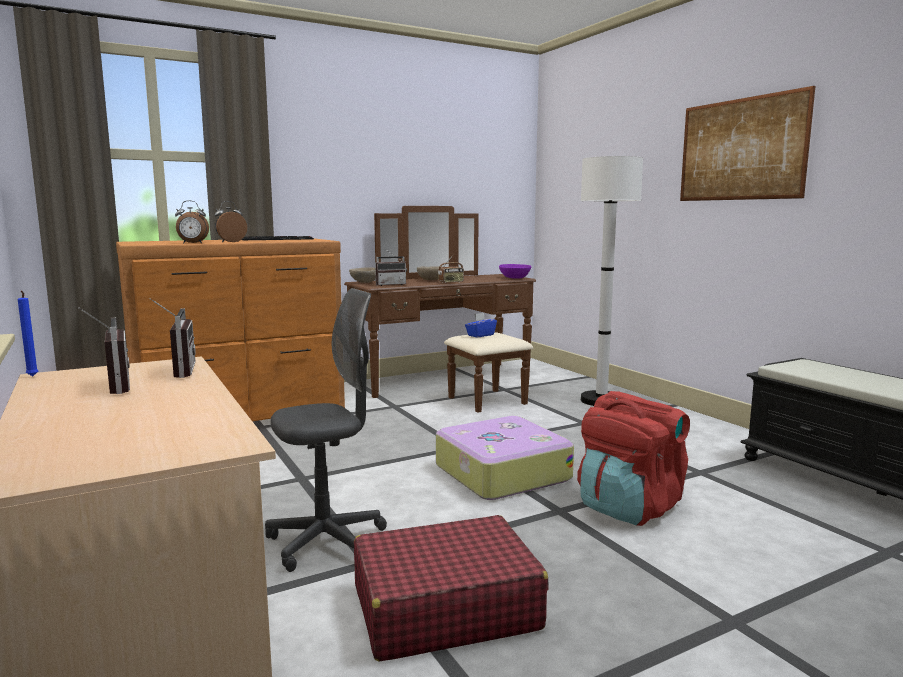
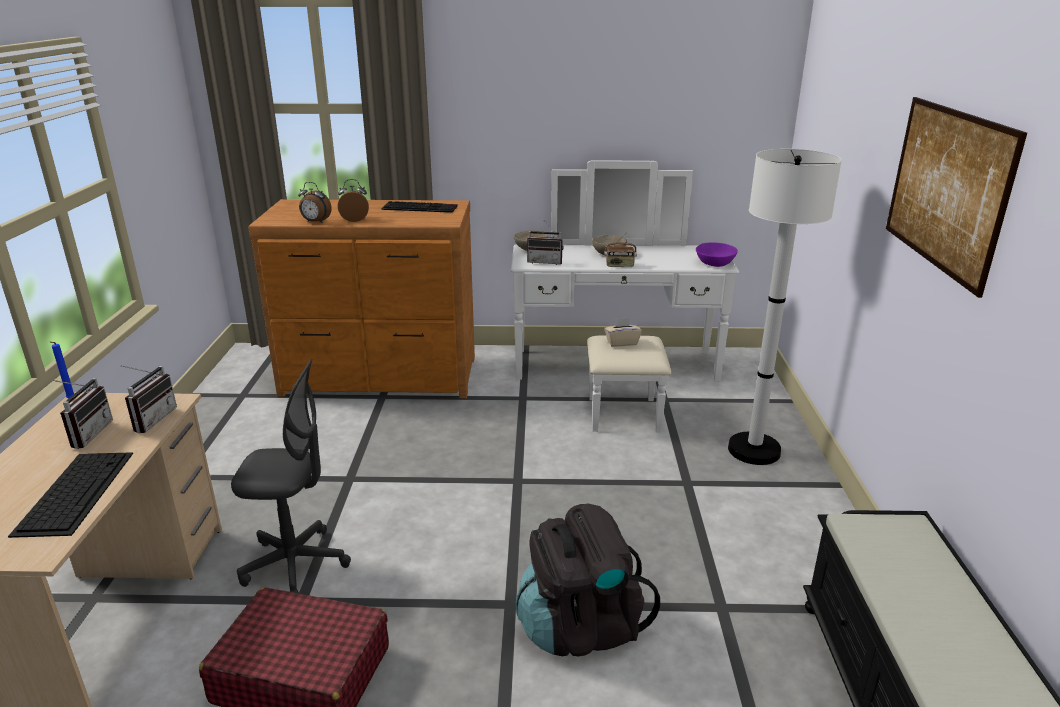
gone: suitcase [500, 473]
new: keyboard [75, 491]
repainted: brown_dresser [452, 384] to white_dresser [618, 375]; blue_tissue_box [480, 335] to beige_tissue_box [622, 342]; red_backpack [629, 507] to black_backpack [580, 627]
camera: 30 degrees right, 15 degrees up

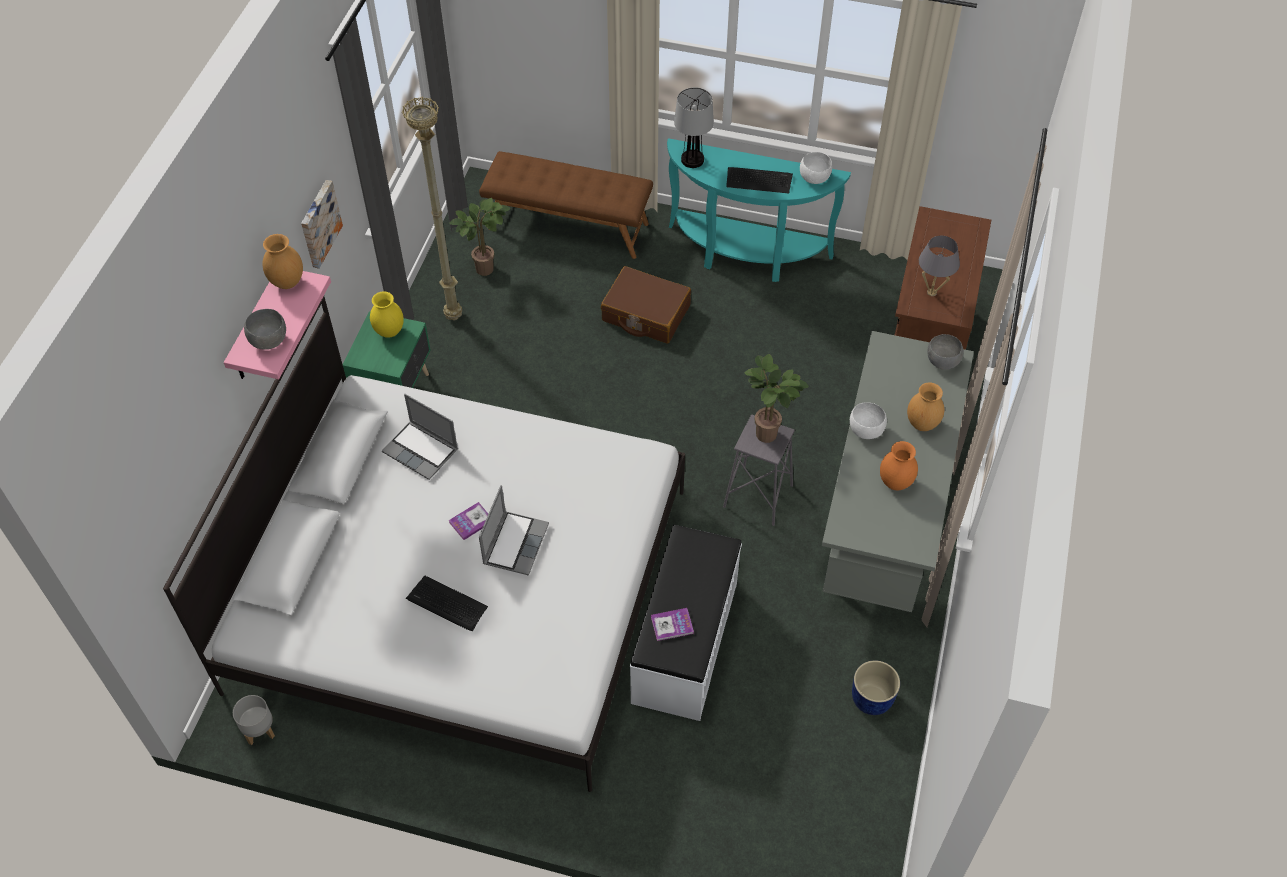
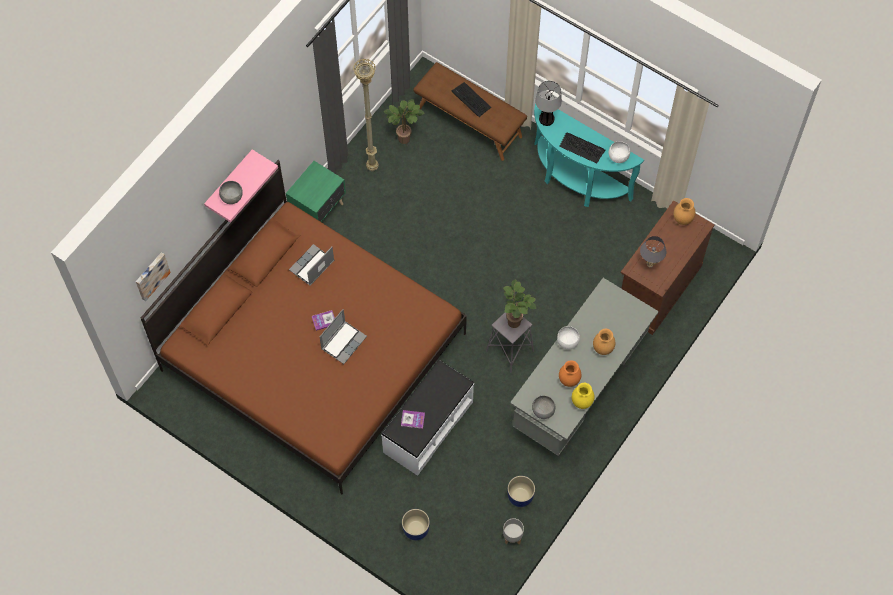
gone: brown_suitcase [645, 314]
new: blue_planter [415, 529]
shifted: grey_planter [259, 730] to [512, 536]; brown_vase [287, 282] to [682, 219]; picture [318, 223] to [151, 275]; yellow_vase [389, 331] to [581, 402]; keyboard [447, 604] to [471, 100]; grey_bowl [941, 362] to [542, 411]
repainted: white_bed [461, 588] to brown_bed [314, 351]
rotated: laptop [422, 451] = [312, 266] 75 degrees clockwise
camera: 20 degrees right, 10 degrees up

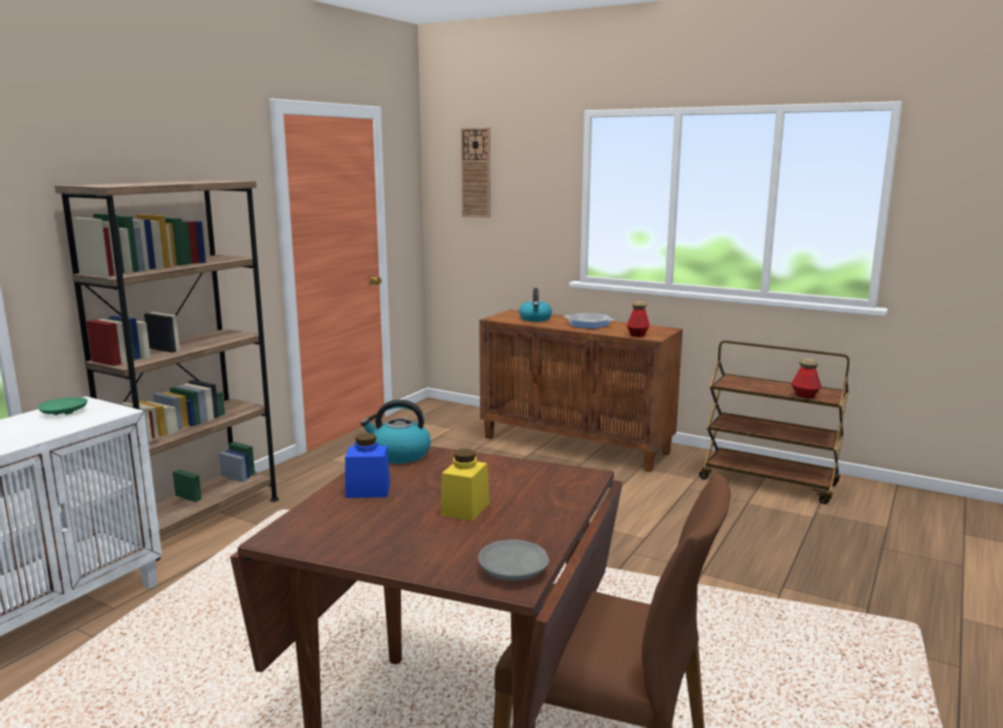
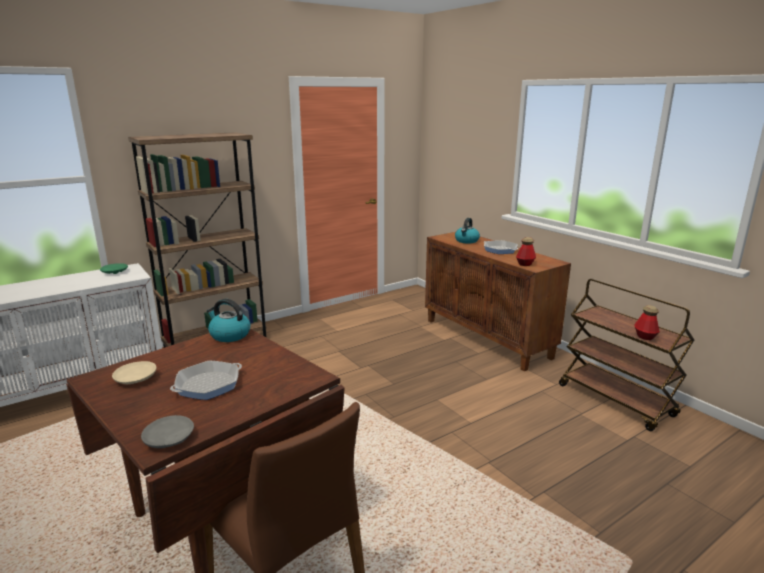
gone: blue_jar [368, 490]; wall_clock [476, 173]
new: beige_plate [135, 379]
swapped: yellow_jar [465, 509] to frying_pan [208, 385]
camera: 25 degrees right, 5 degrees up

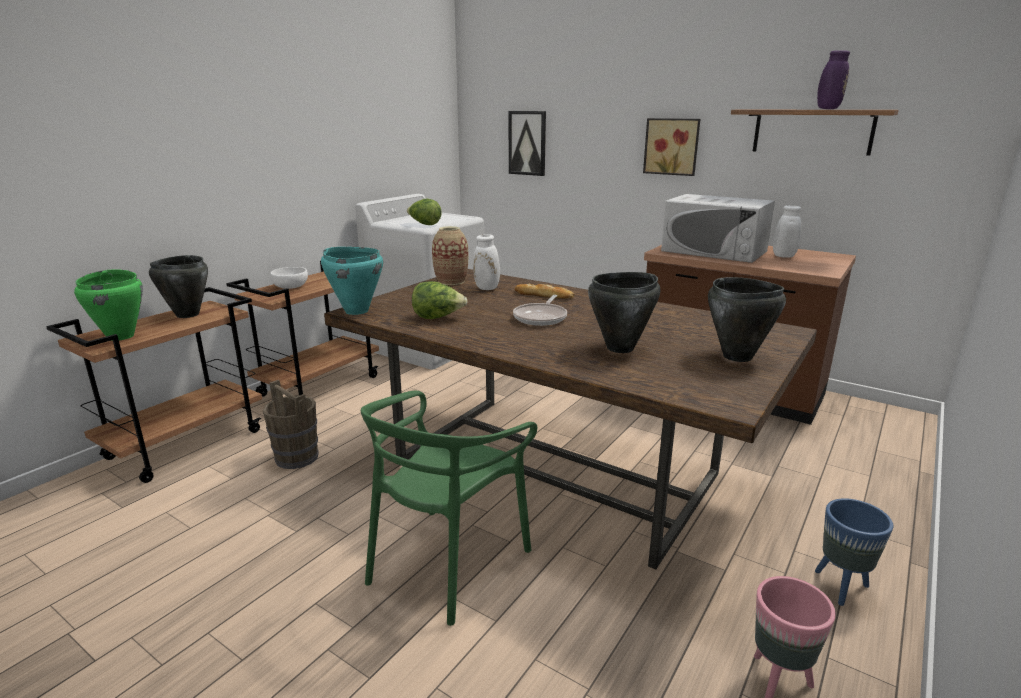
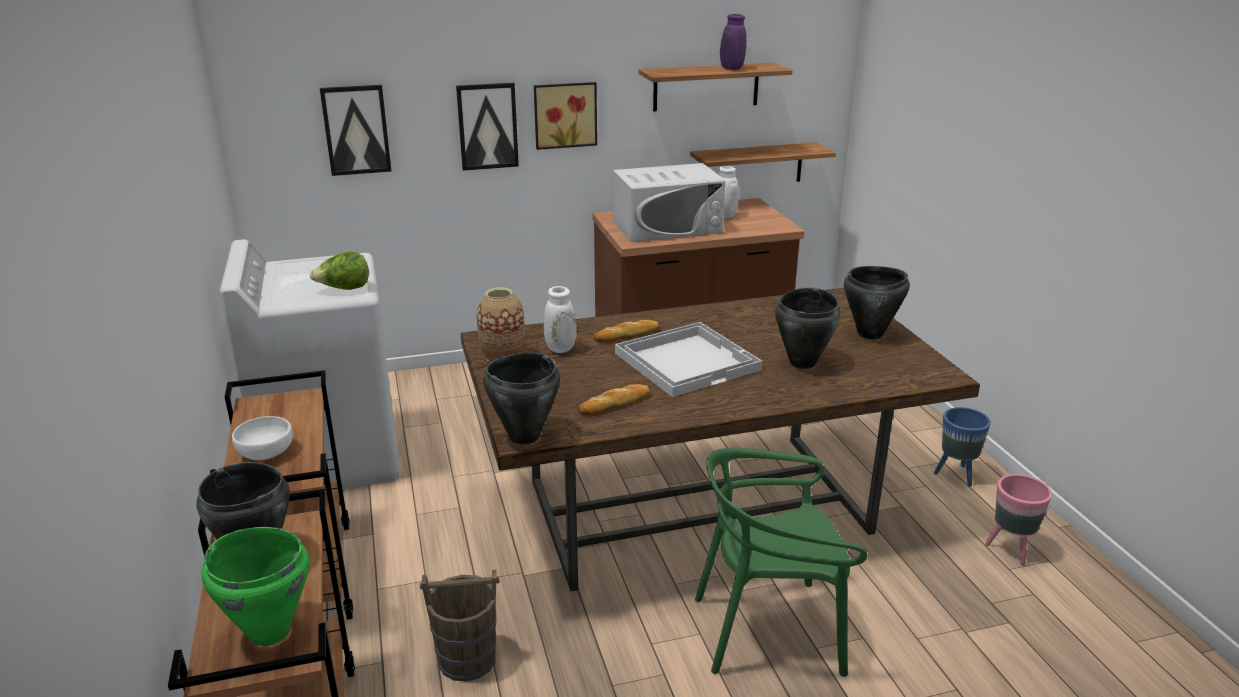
new: picture [487, 126]; shelf [753, 166]
swapped: lettuce [438, 318] to bread [615, 404]; frying_pan [541, 317] to white_tray [687, 361]
repainted: turquoise_cooking_pot [356, 311] to black_cooking_pot [523, 436]
rotated: green_chair [447, 562] = [769, 630] 105 degrees clockwise
camera: 50 degrees left, 5 degrees up

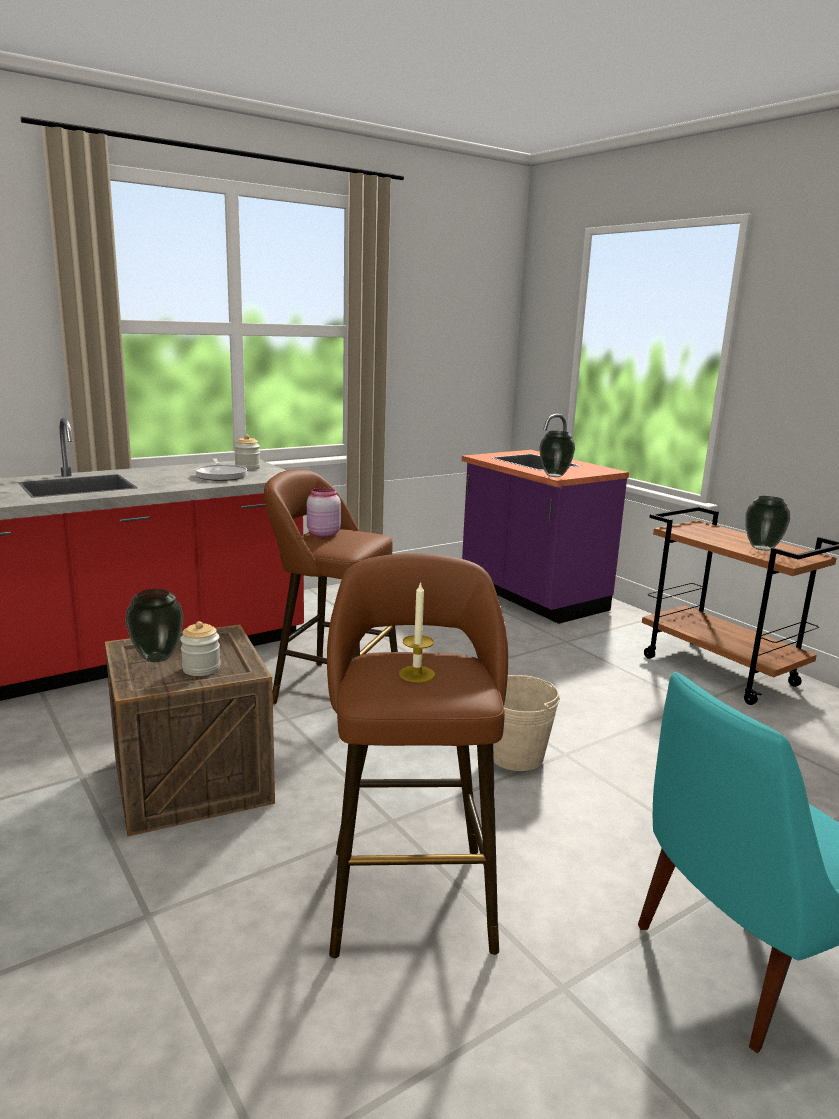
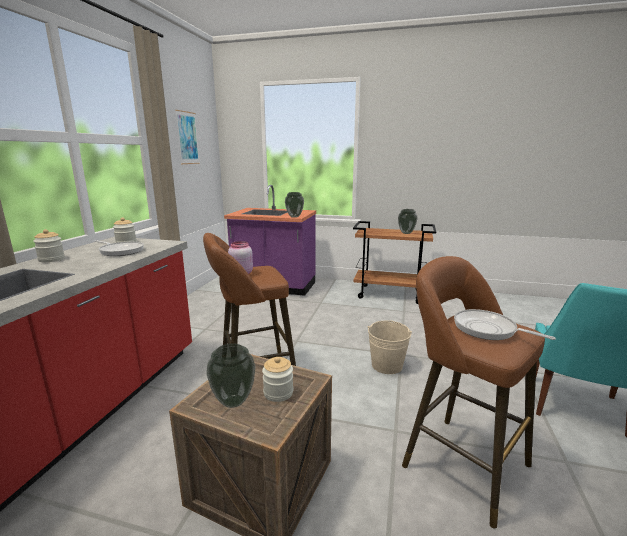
new: jar [51, 259]; picture [187, 138]
swapped: candle [416, 674] to frying_pan [488, 329]
camera: 40 degrees left, 0 degrees up

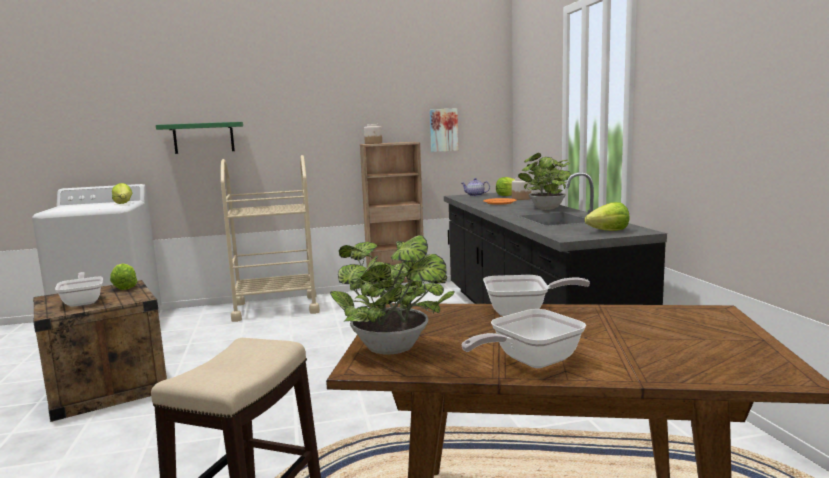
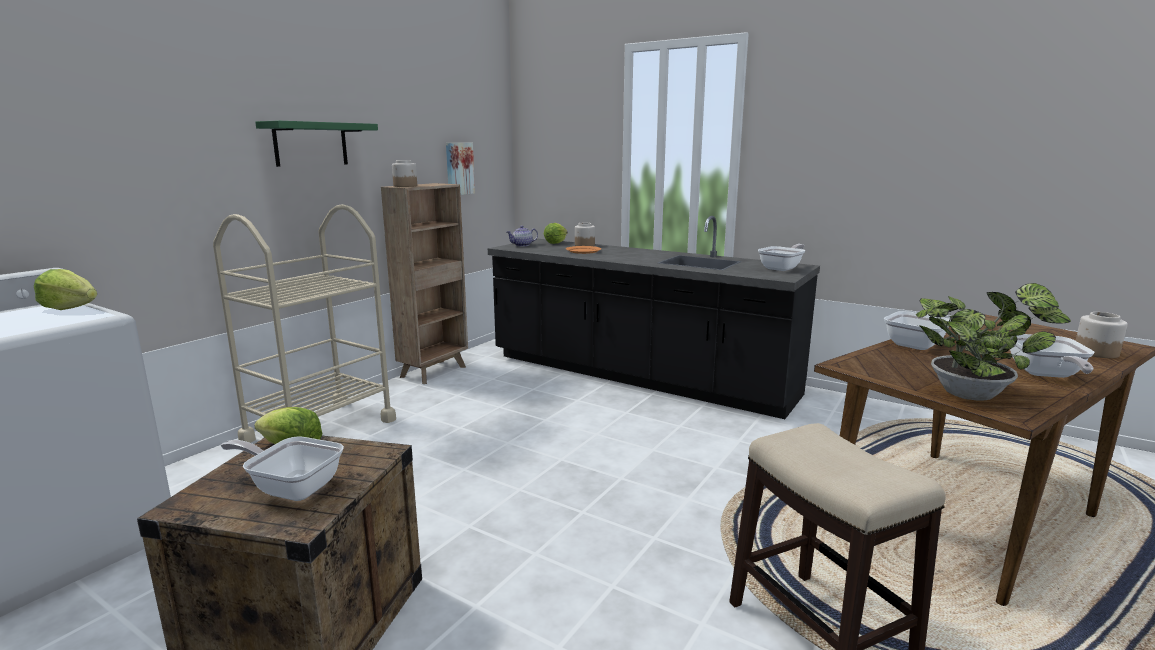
gone: potted_plant [545, 209]
new: jar [1095, 352]
shifted: green_shelf [203, 138] to [311, 144]
swapped: lettuce [609, 231] to frying_pan [782, 268]
camera: 45 degrees left, 5 degrees up

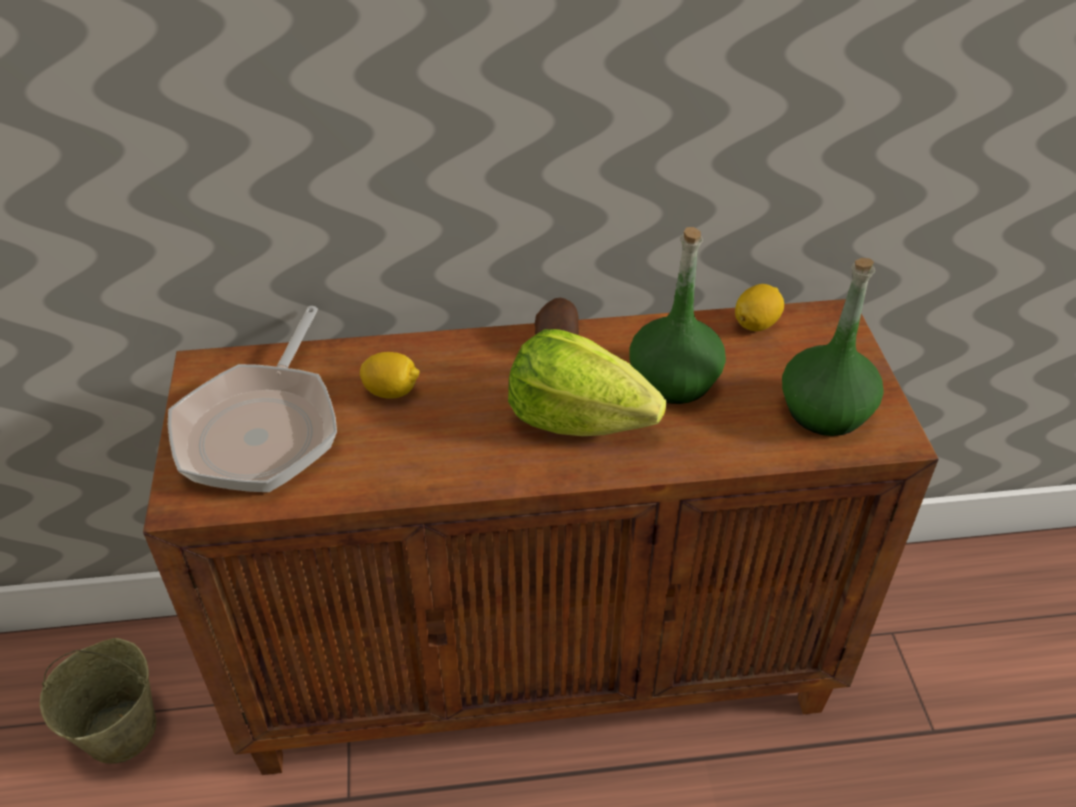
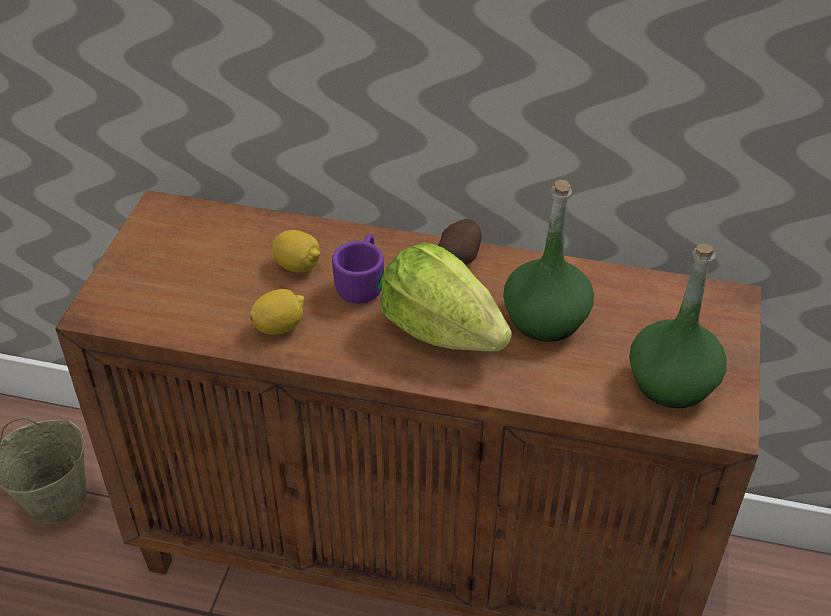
gone: frying_pan [263, 428]
new: purple_mug [362, 281]
shifted: lemon [756, 323] to [279, 326]
camera: 20 degrees right, 0 degrees up

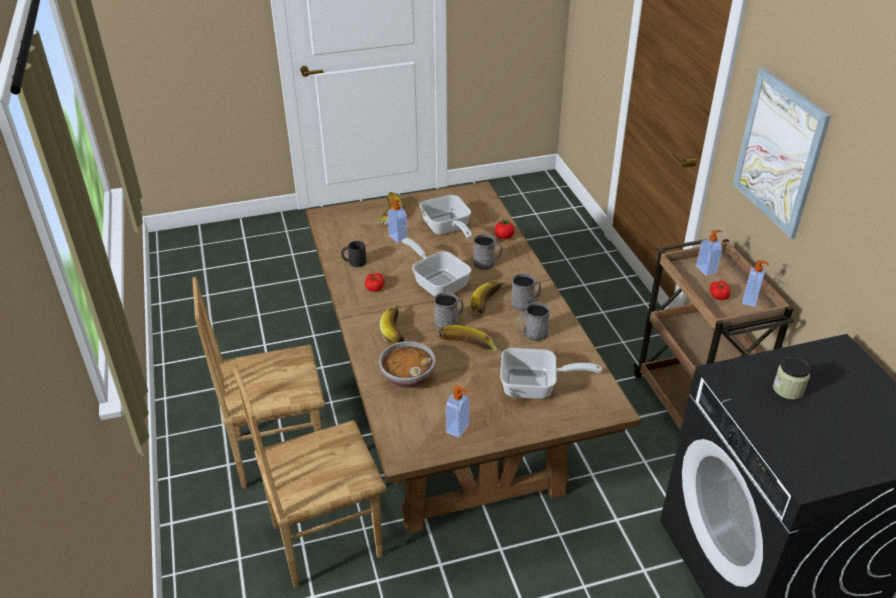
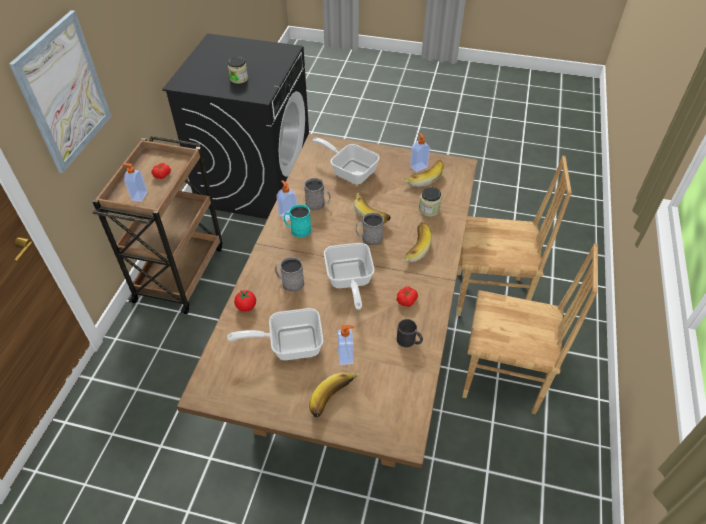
shifted: banana [490, 304] to [422, 177]; soap_dispenser [750, 300] to [288, 214]
swapped: bowl [407, 377] to jar [429, 209]
repainted: grey_mug [525, 303] to turquoise_mug [298, 230]
rotated: frying_pan [447, 229] = [289, 344] 105 degrees counterclockwise
camera: 150 degrees left, 10 degrees up

